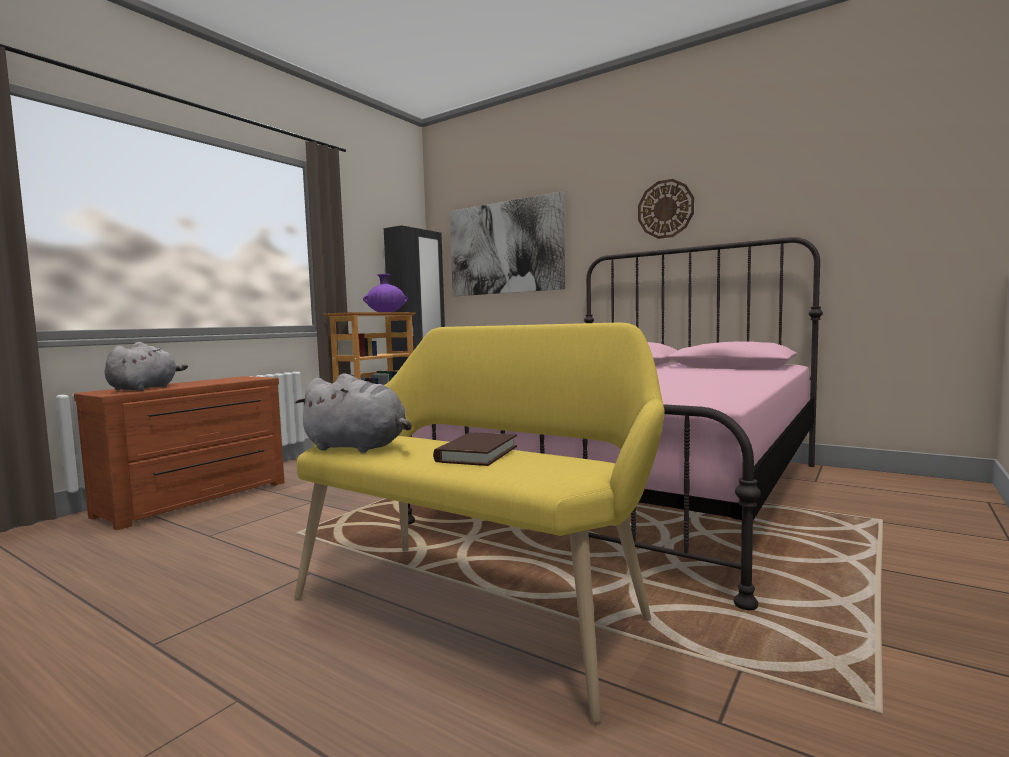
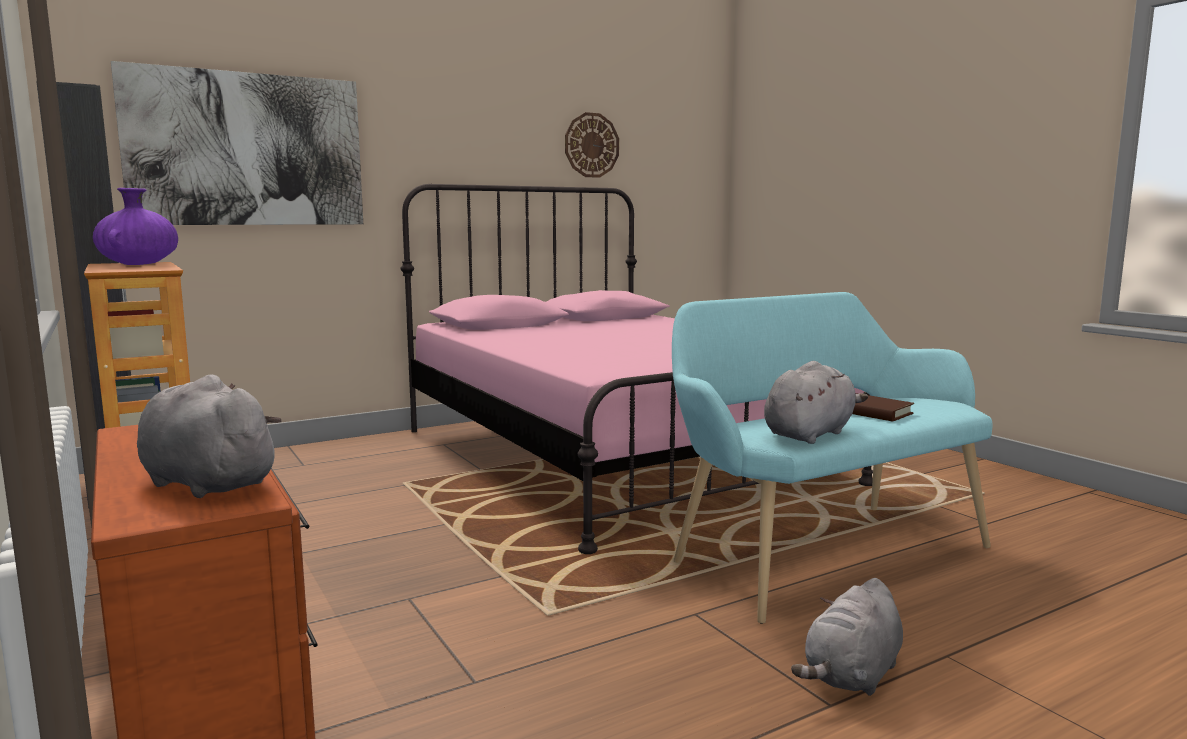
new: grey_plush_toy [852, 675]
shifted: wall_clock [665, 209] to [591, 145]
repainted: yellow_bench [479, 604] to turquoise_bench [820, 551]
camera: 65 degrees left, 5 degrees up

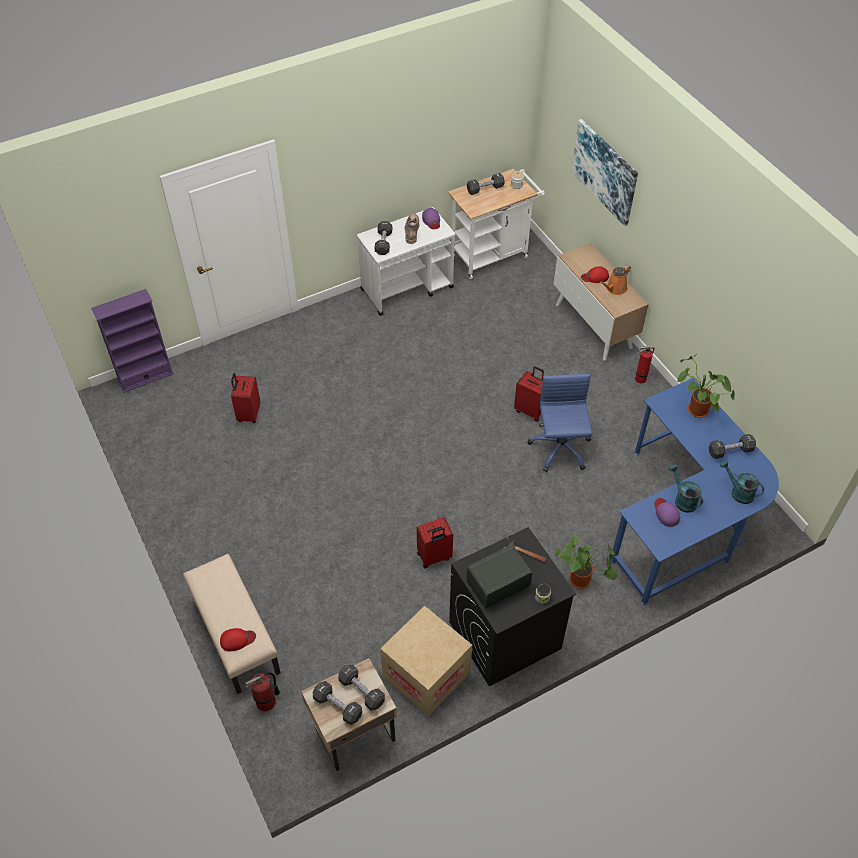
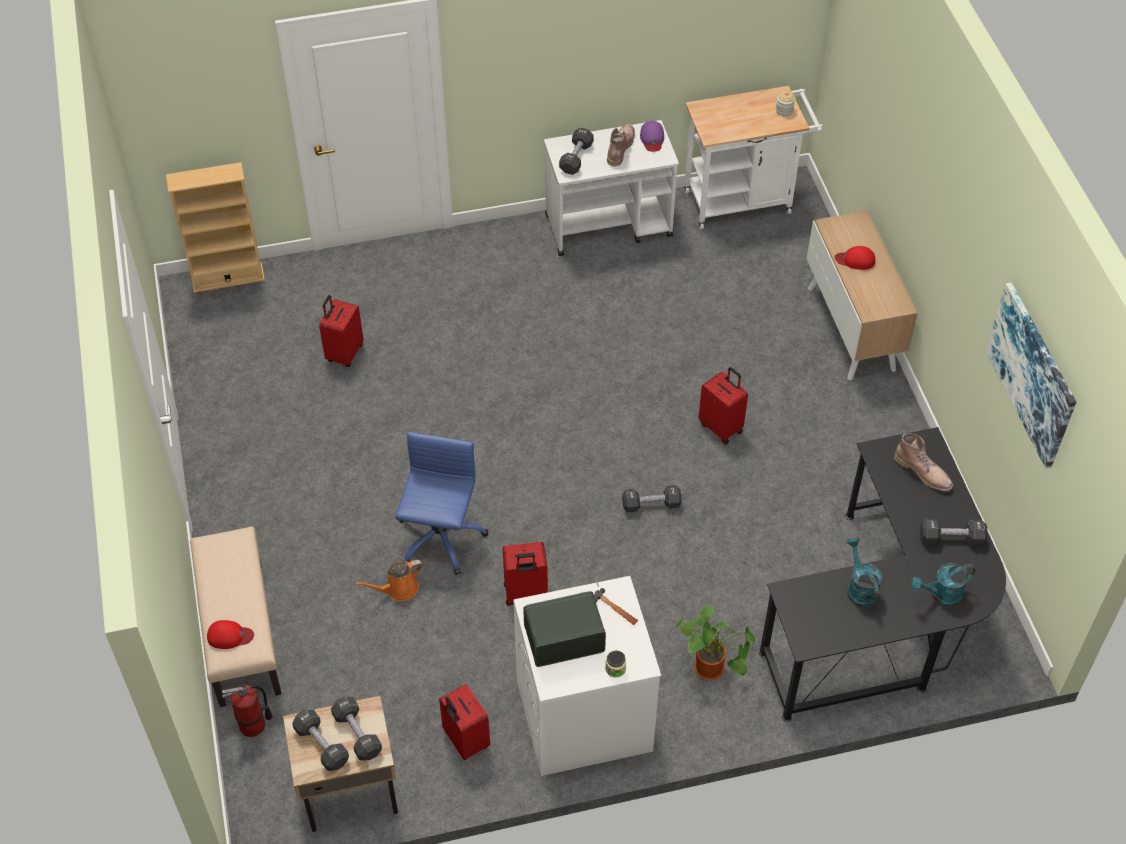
gone: fire_extinguisher [639, 379]; purple_cap [666, 513]
shifted: black_dumbbell [485, 189] to [651, 504]; blue_office_chair [559, 449] to [440, 538]; picture [605, 171] to [1032, 374]; orange_watering_can [615, 289] to [398, 589]
swapped: cardboard_box [426, 674] to red_suitcase [465, 741]; potted_plant [695, 410] to brown_boot [923, 472]
repainted: purple_bookcase [145, 377] to beige_bookcase [228, 278]; black_washing_machine [504, 635] to white_washing_machine [583, 716]; blue_desk [684, 519] to black_desk [883, 620]
rotated: turquoise_watering_can [738, 492] = [941, 595] 75 degrees counterclockwise
camera: 15 degrees right, 0 degrees up

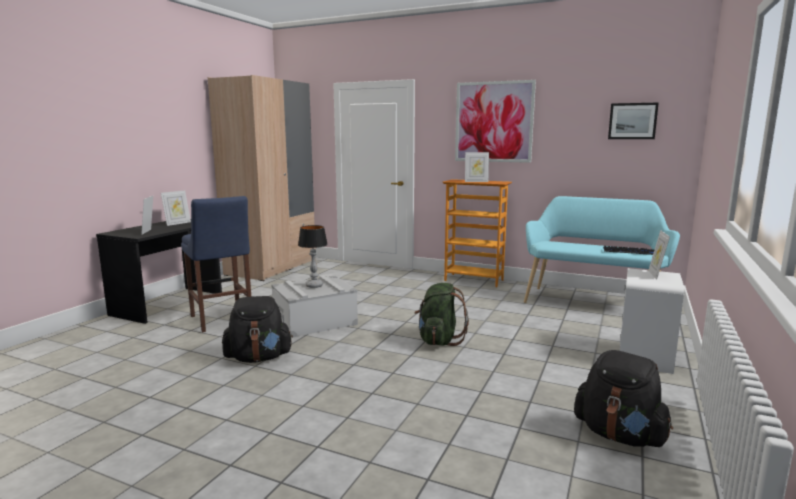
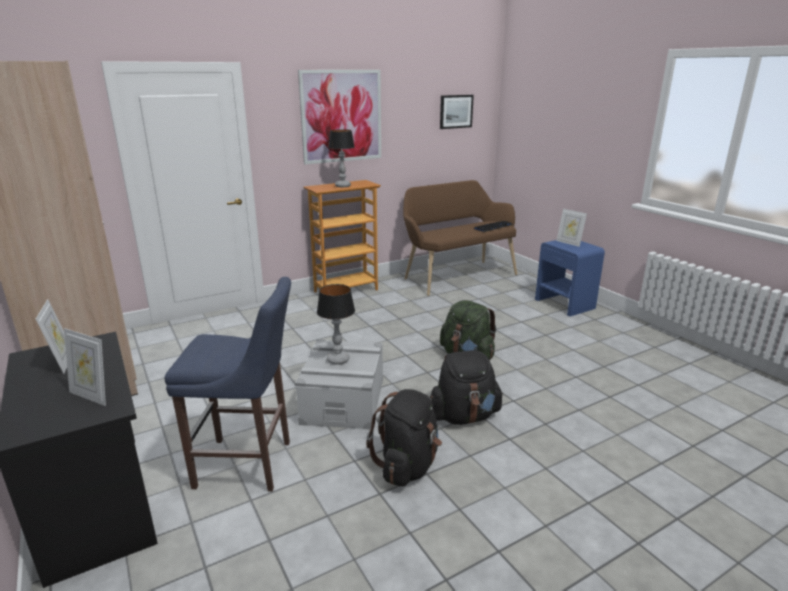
shifted: black_backpack [619, 435] to [464, 416]
swapped: picture_frame [476, 181] to table_lamp [342, 186]
repainted: turquoise_bench [592, 301] to brown_bench [456, 276]; white_nightstand [645, 356] to blue_nightstand [565, 304]
camera: 55 degrees left, 10 degrees up

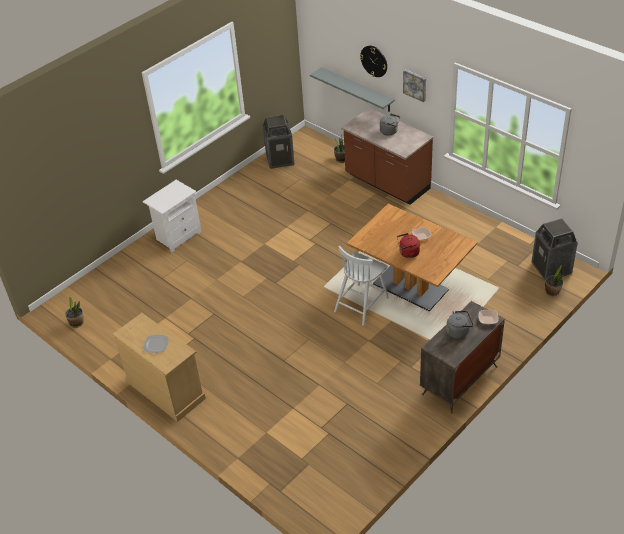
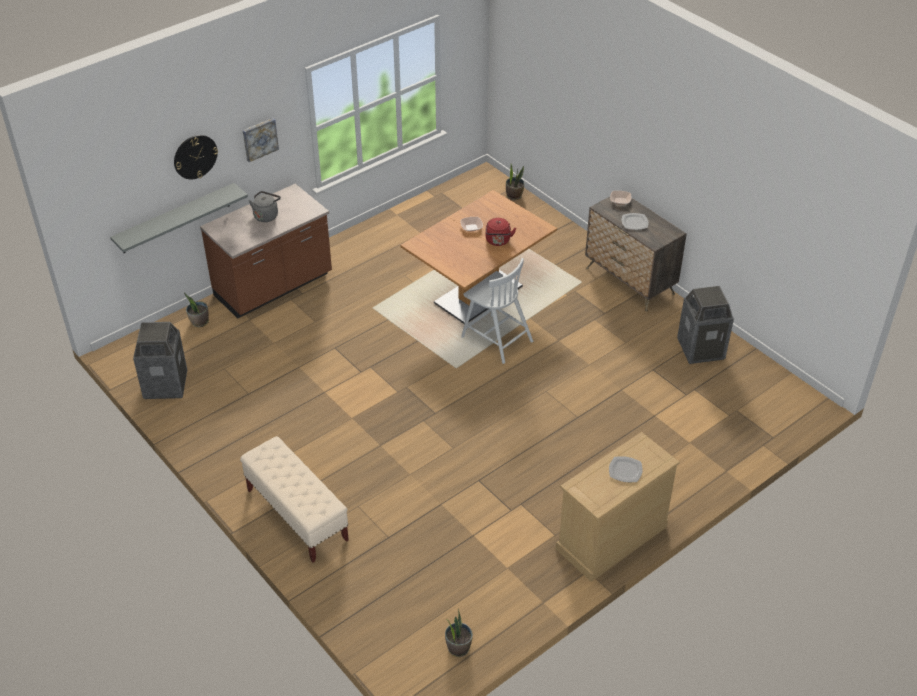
shifted: trash_can [551, 268] to [701, 349]
swapped: white_nightstand [178, 236] to beige_bench [297, 515]; grey_kettle [459, 331] to plate [635, 222]
camera: 85 degrees left, 0 degrees up

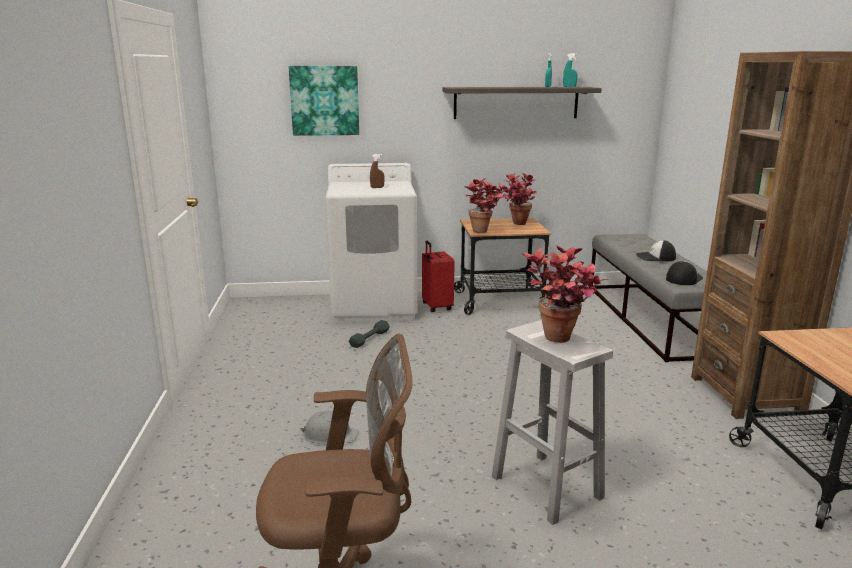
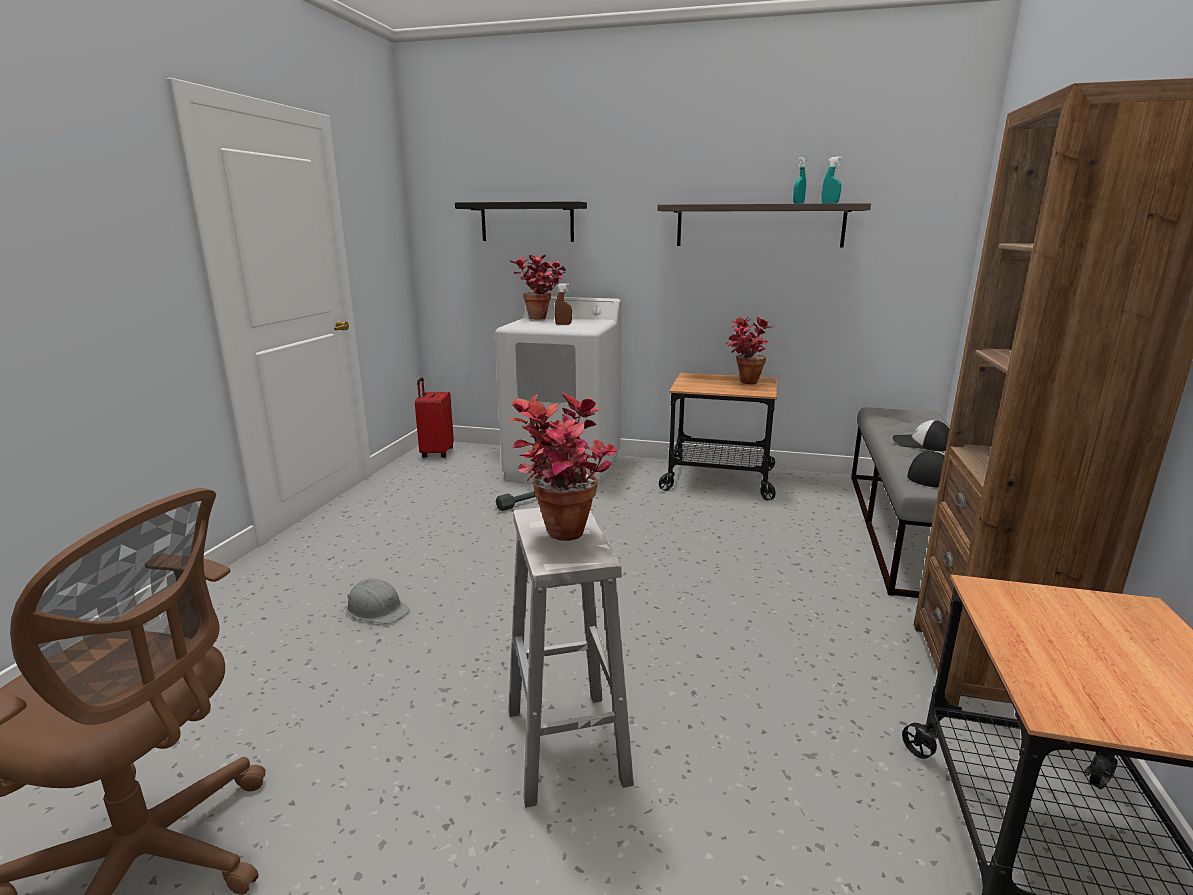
shifted: red_suitcase [436, 307] to [436, 453]; potted_plant [485, 232] to [542, 319]
swapped: picture [324, 100] to black_shelf [527, 222]
camera: 20 degrees right, 0 degrees up

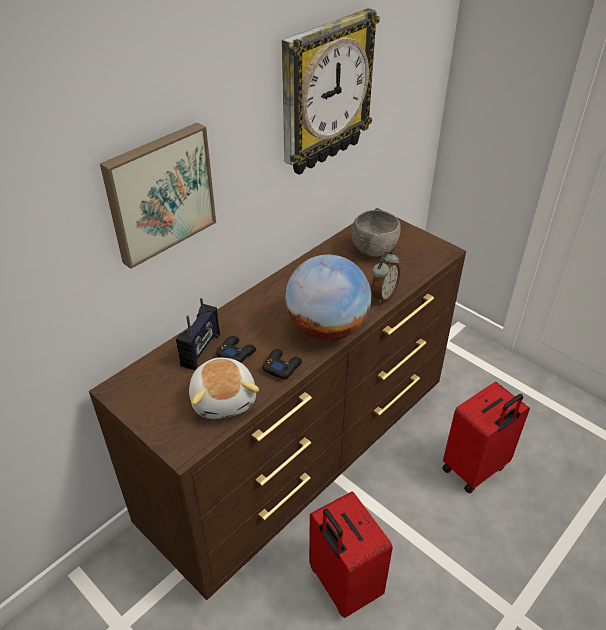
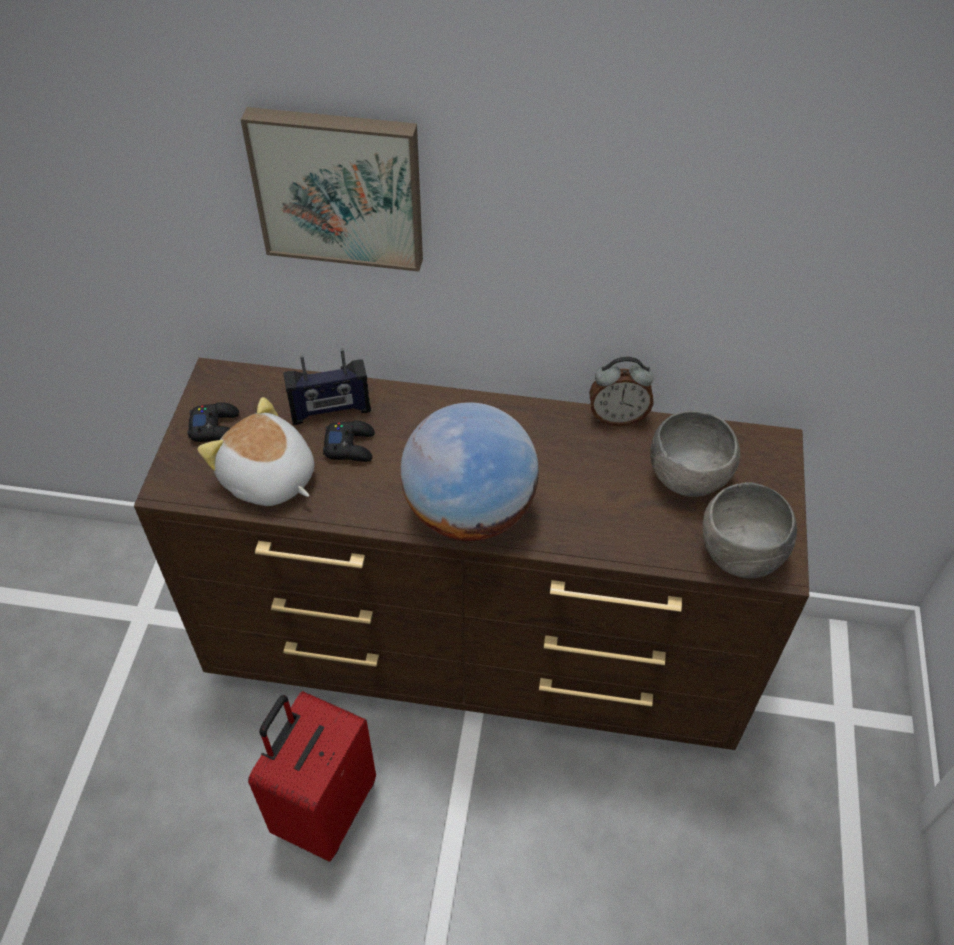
gone: wall_clock [324, 93]; red_suitcase [475, 469]
new: grey_bowl [739, 556]
shifted: black_game_controller [281, 367] to [216, 428]; alarm_clock [383, 295] to [617, 417]
rotated: plush_toy [224, 399] = [268, 479] 90 degrees clockwise
camera: 55 degrees right, 10 degrees up

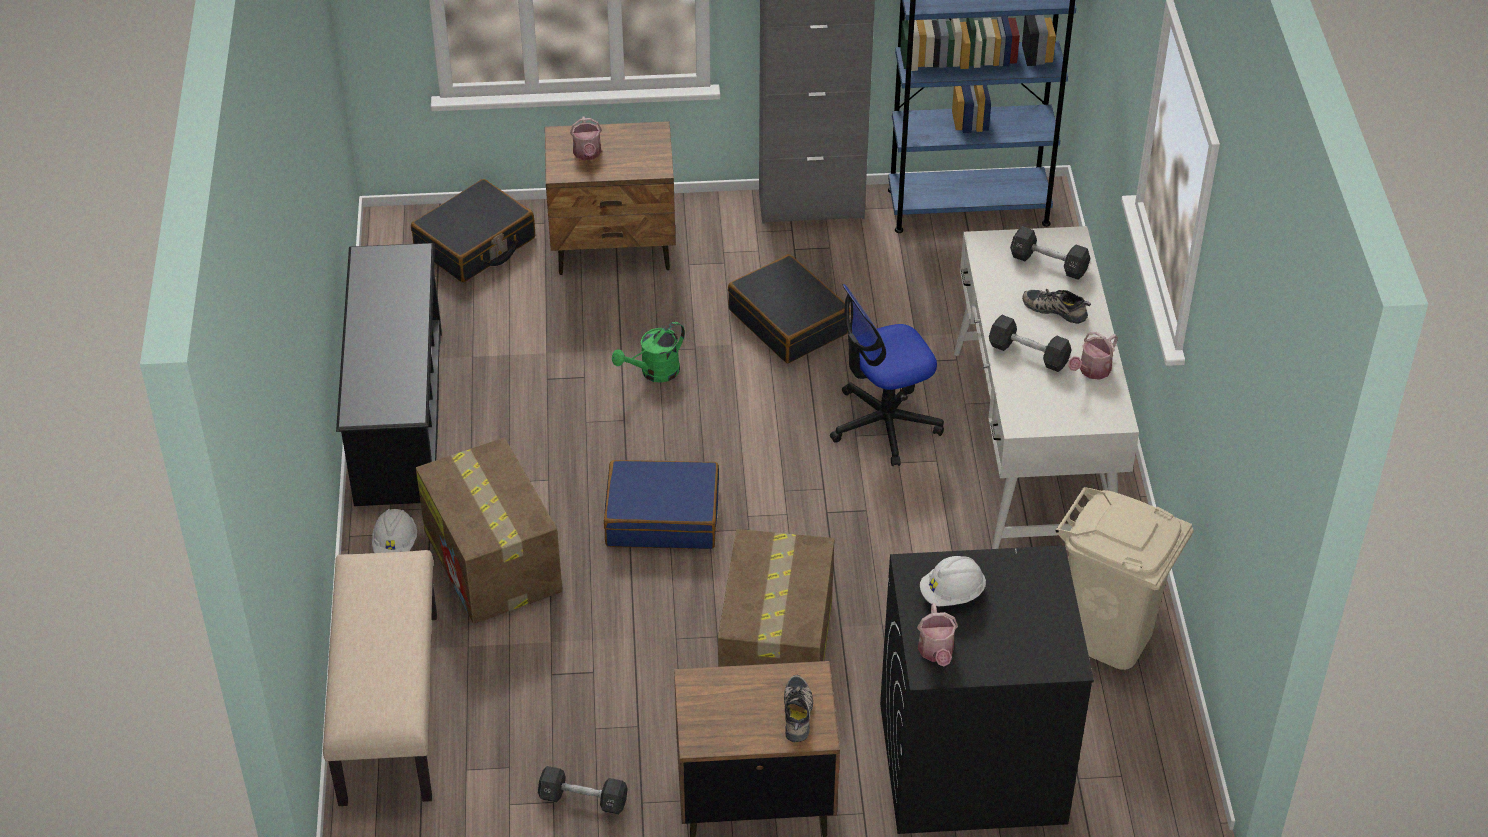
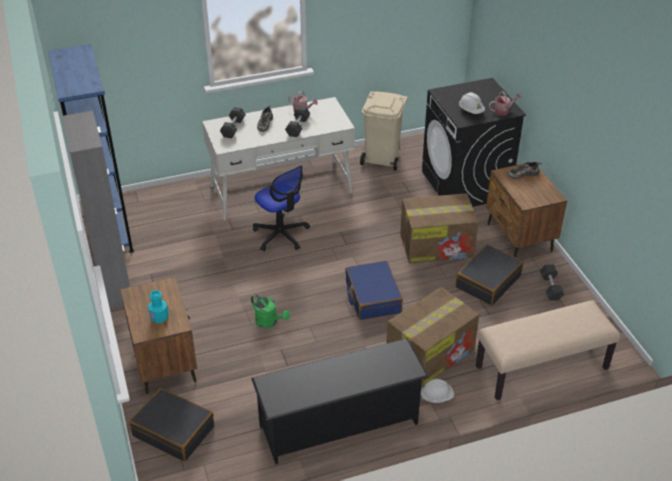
shifted: black_suitcase [789, 321] to [487, 281]
swapped: watering_can [587, 154] to turquoise_bottle [159, 317]
camera: 105 degrees left, 5 degrees down

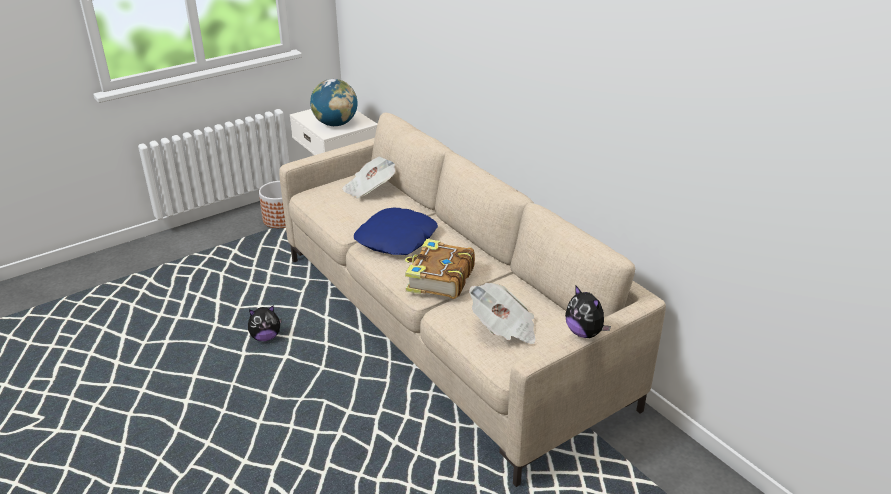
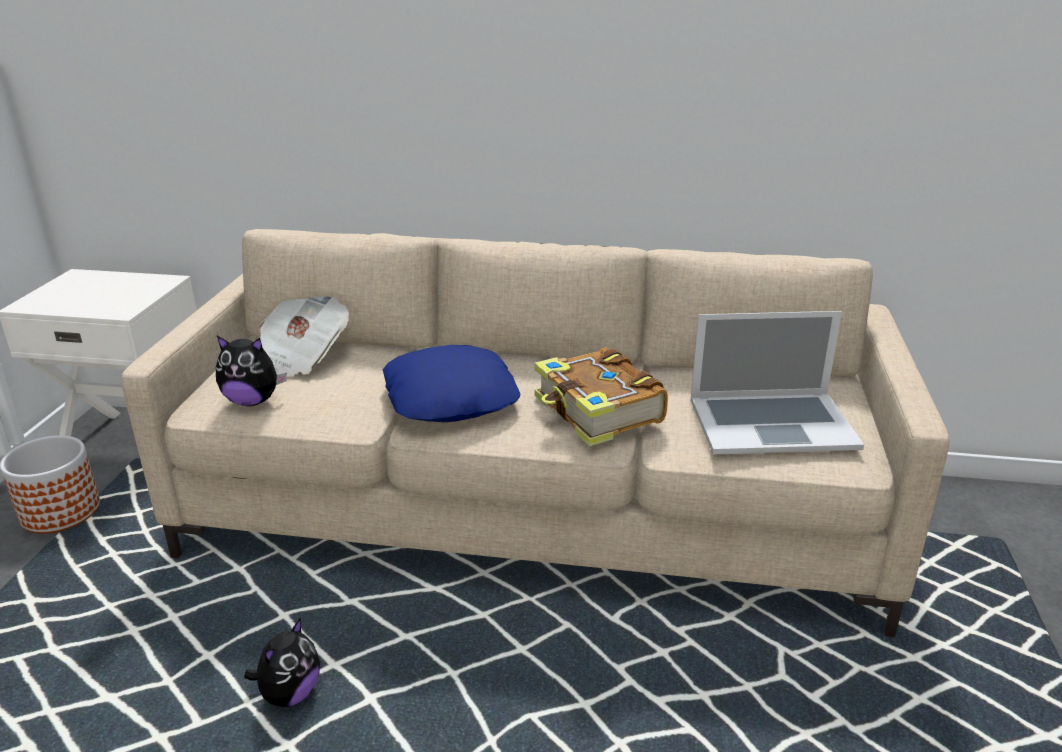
gone: globe [335, 124]
shifted: plush_toy [584, 333] to [253, 401]
swapped: newspaper [504, 329] to laptop [771, 423]
camera: 45 degrees left, 5 degrees down

